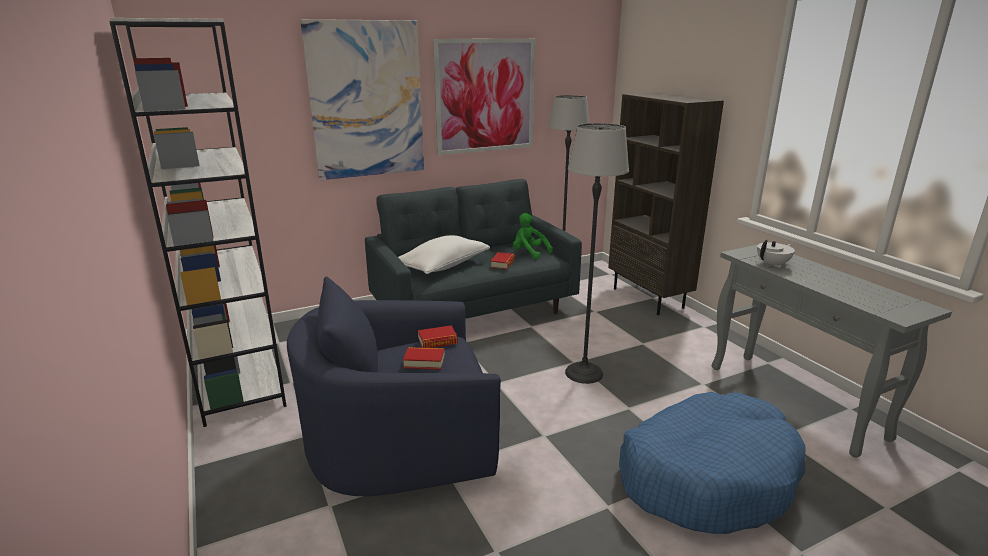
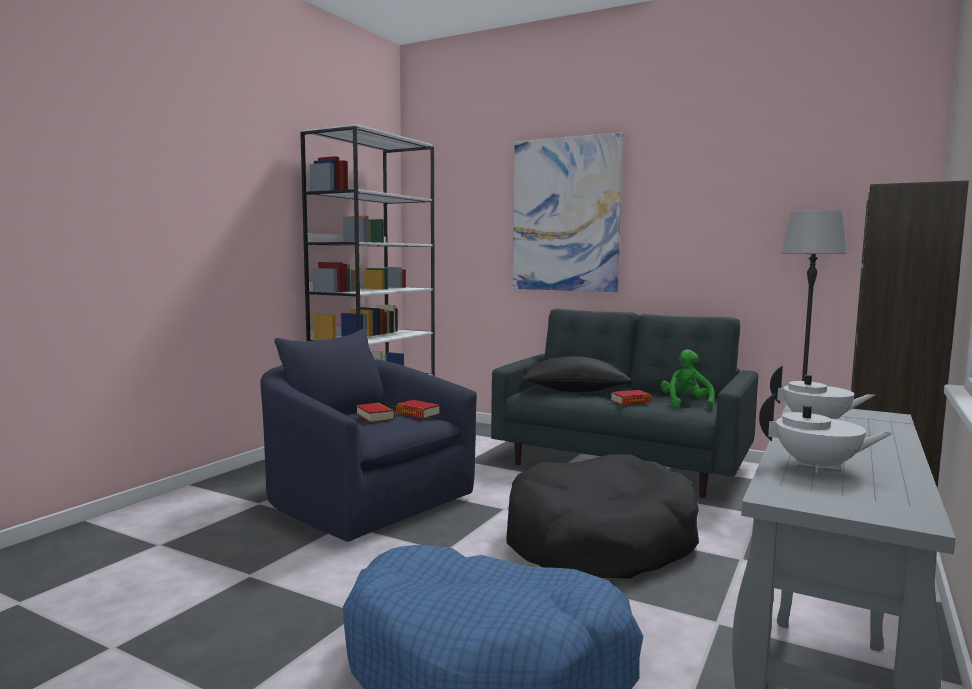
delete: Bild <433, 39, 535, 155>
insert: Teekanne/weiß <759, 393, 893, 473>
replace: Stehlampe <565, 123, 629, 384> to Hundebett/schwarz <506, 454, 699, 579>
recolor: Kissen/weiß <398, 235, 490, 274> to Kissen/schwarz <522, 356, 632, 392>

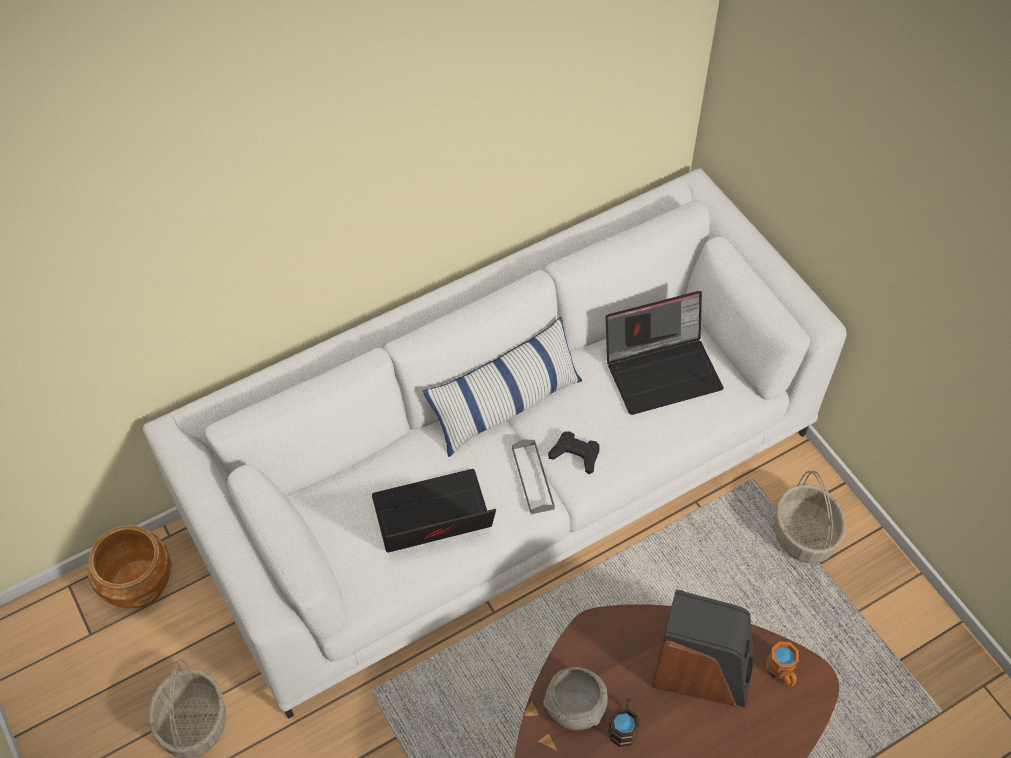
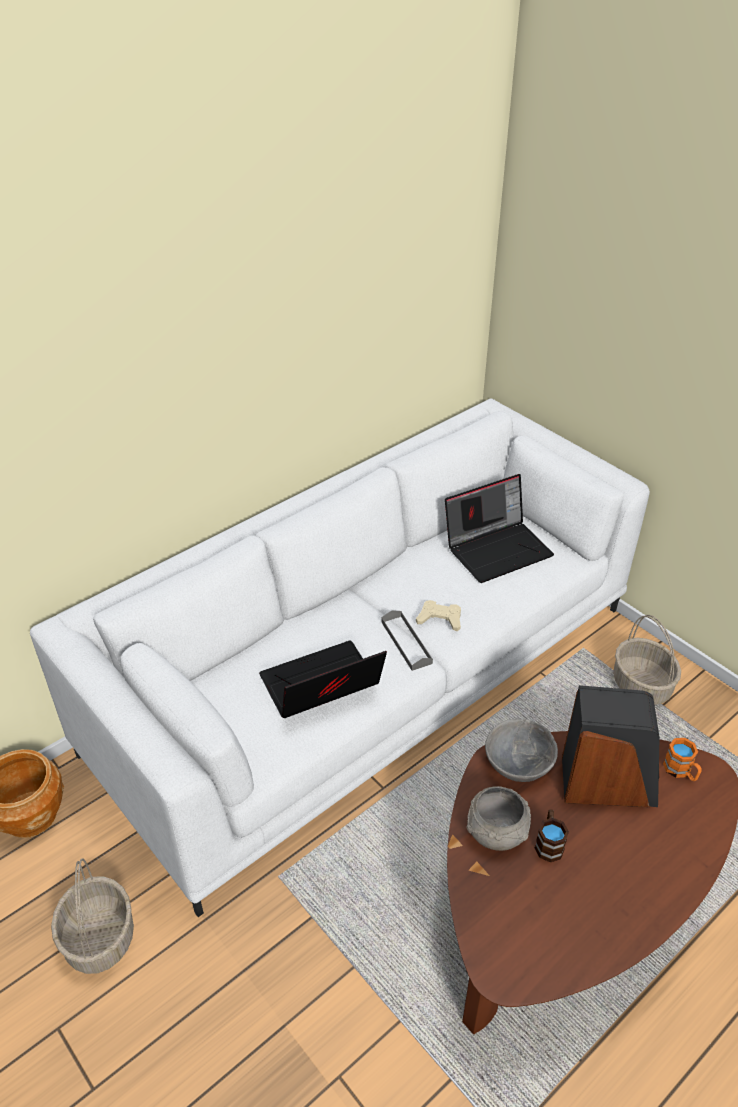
delete: Kissen <423, 317, 582, 457>
insert: Schüssel/grau <485, 719, 558, 782>
recolor: Gamepad/schwarz <548, 431, 600, 474> to Gamepad/beige <416, 600, 461, 631>

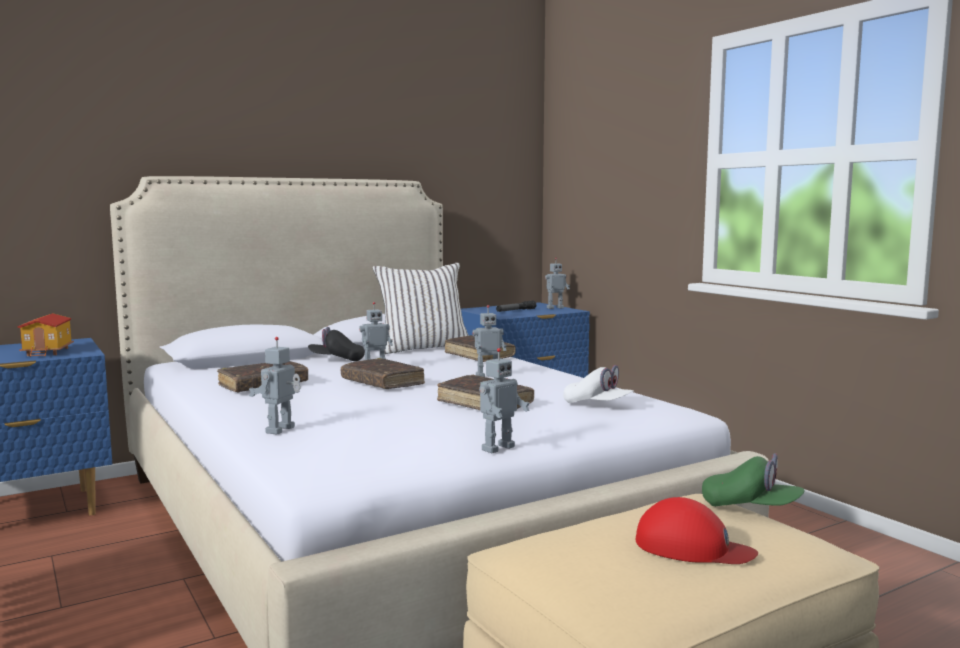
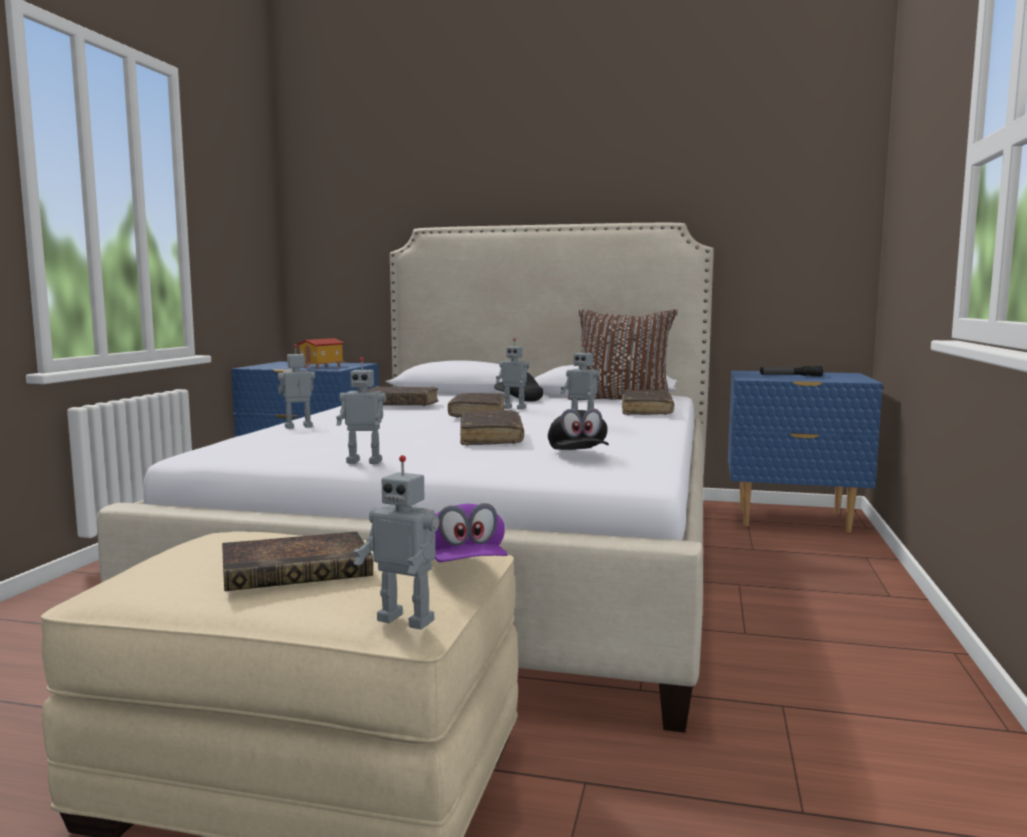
move: Spielzeugroboter <545, 258, 570, 309> to <353, 455, 439, 629>
replace: Kappe/rot <636, 497, 758, 564> to Buch <222, 532, 373, 591>
recolor: Kissen/weiß <373, 263, 469, 354> to Kissen/braun <568, 309, 678, 400>; Kappe/weiß <563, 365, 634, 403> to Kappe/schwarz <548, 408, 609, 450>; Kappe/grün <702, 453, 805, 506> to Kappe/lila <435, 503, 508, 562>

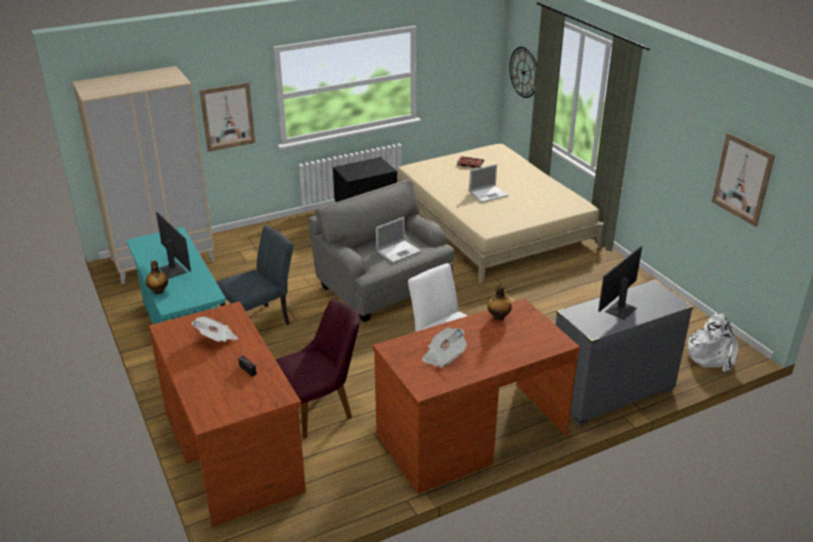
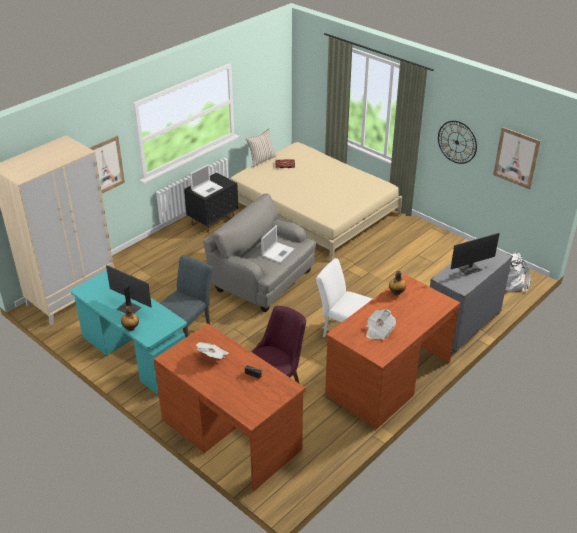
insert: Kissen/beige <246, 129, 277, 167>
move: Laptop <469, 164, 509, 202> to <190, 164, 223, 198>; Wanduhr <510, 47, 537, 98> to <438, 121, 477, 164>
rotate: Monitor <598, 246, 642, 320> = <451, 233, 500, 275> 135 degrees counterclockwise

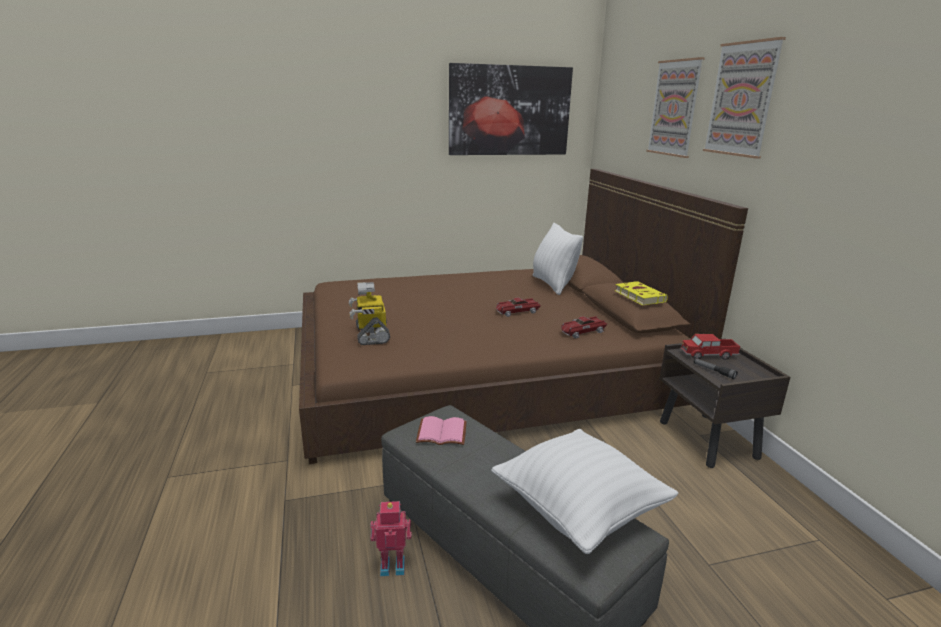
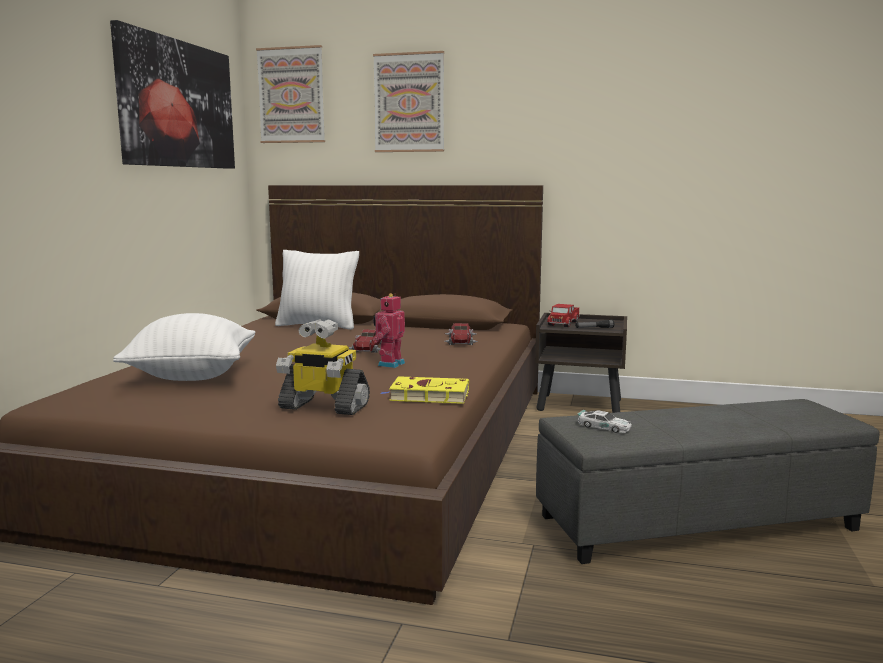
move: Spielzeugroboter <370, 501, 412, 576> to <373, 294, 405, 368>; Kissen/weiß <491, 429, 679, 554> to <113, 313, 255, 381>; Buch/gelb <615, 281, 668, 305> to <380, 376, 469, 404>; Bild <703, 37, 786, 159> to <256, 45, 325, 143>
replace: Buch/rosa <416, 416, 467, 445> to Spielzeugauto <577, 409, 632, 433>

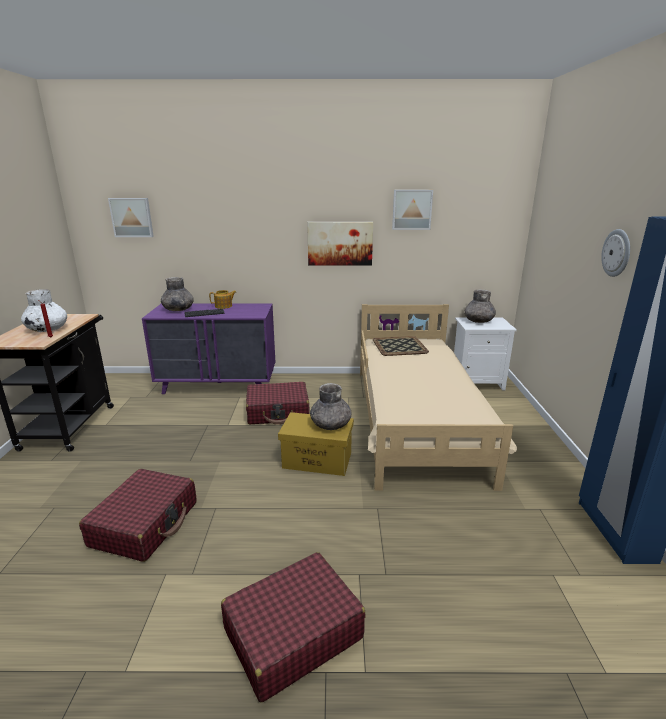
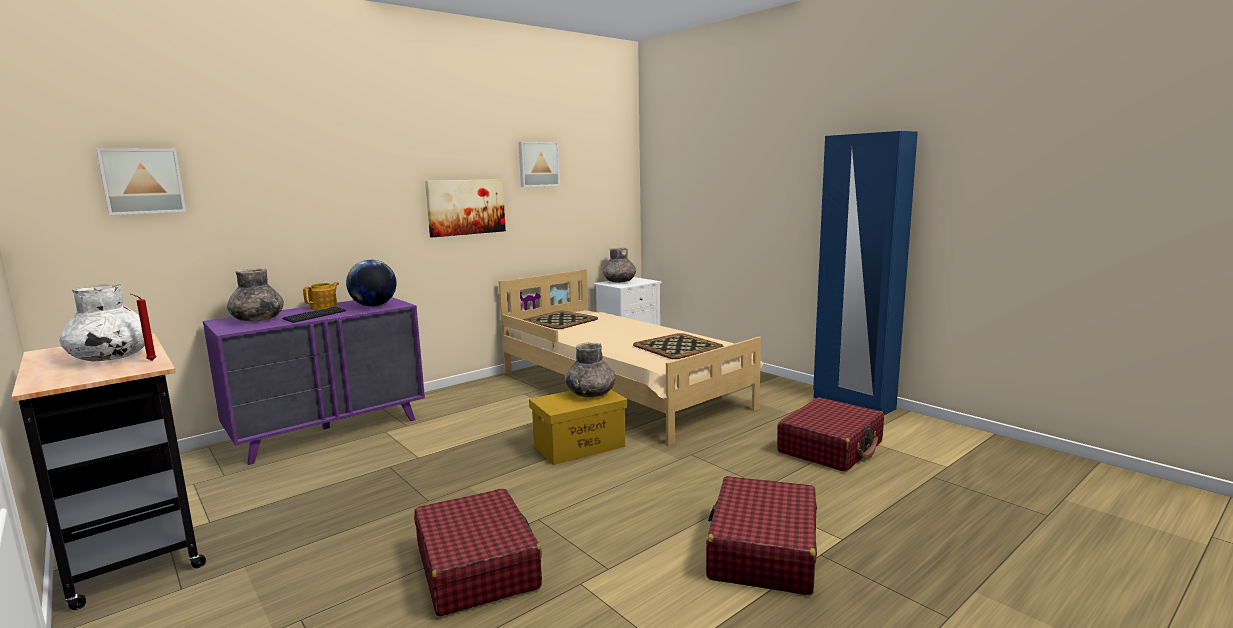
delete: Wanduhr <601, 229, 630, 277>
insert: Globus <346, 260, 396, 307>; Tablett <633, 333, 724, 359>
move: Koffer/rot <246, 382, 309, 425> to <777, 397, 884, 472>

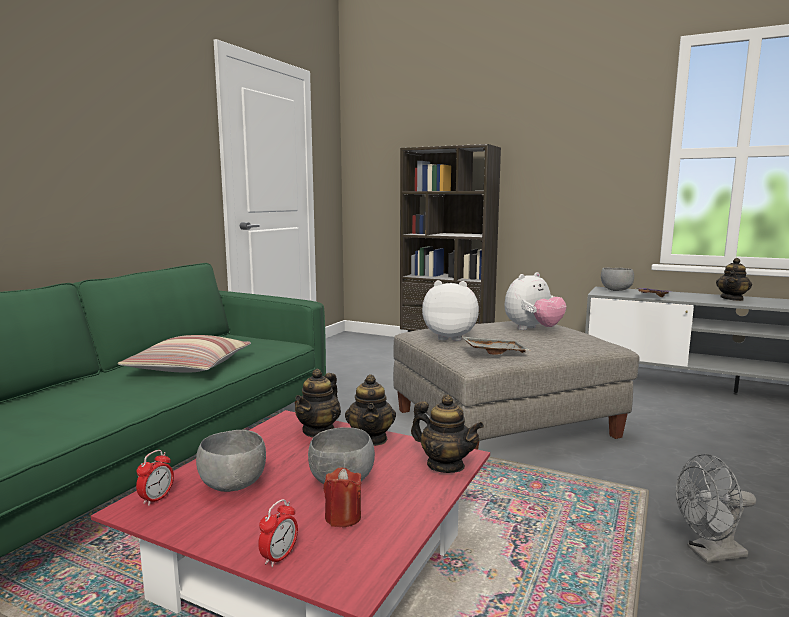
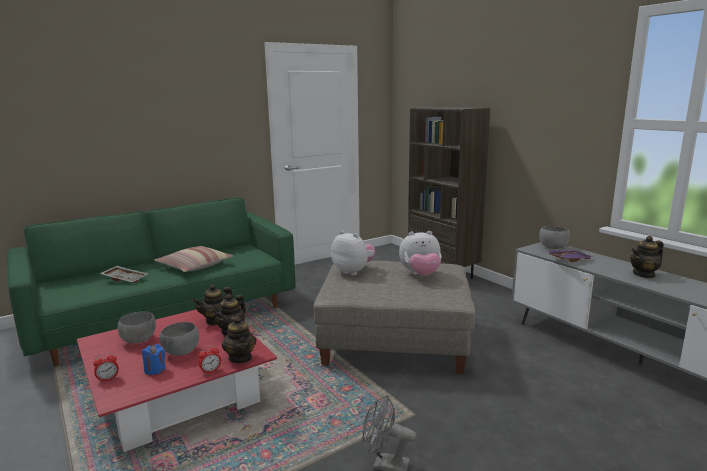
move: Wecker <136, 450, 174, 506> to <199, 345, 221, 375>; Tablett/grau <461, 336, 530, 354> to <99, 266, 148, 283>
recolor: Kerze/rot <324, 468, 361, 527> to Kerze/blau <142, 344, 165, 375>

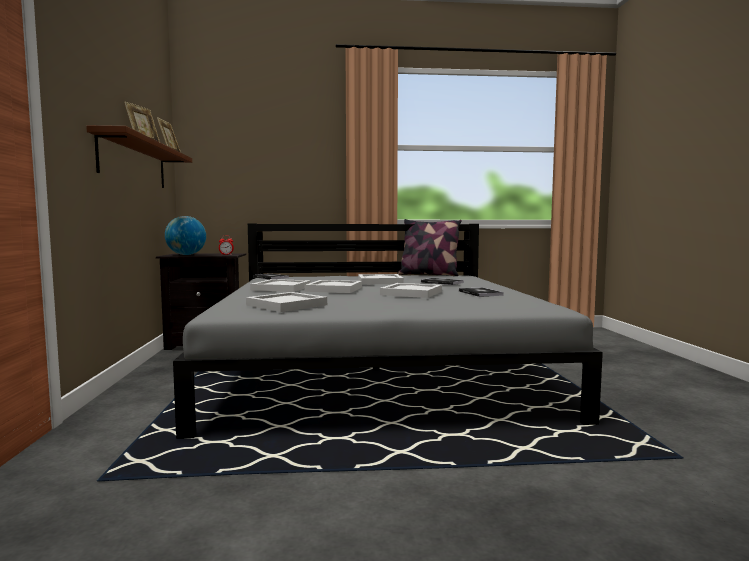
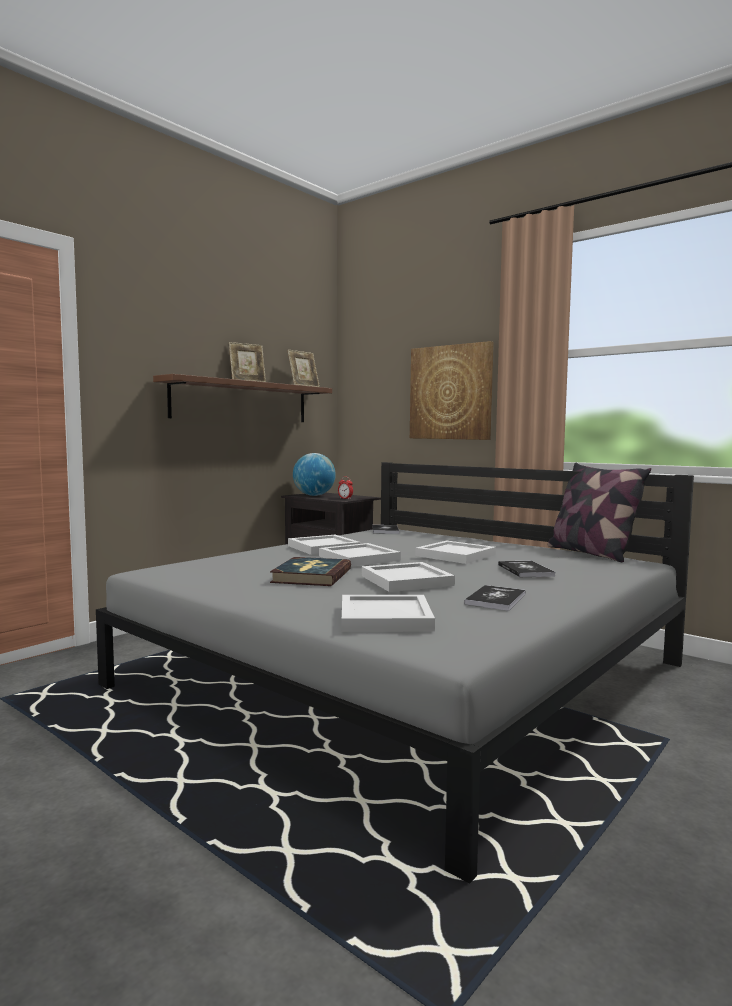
insert: Buch <270, 557, 351, 586>; Bild <410, 341, 494, 440>
move: Tablett/weiß <246, 292, 327, 312> to <342, 595, 435, 632>

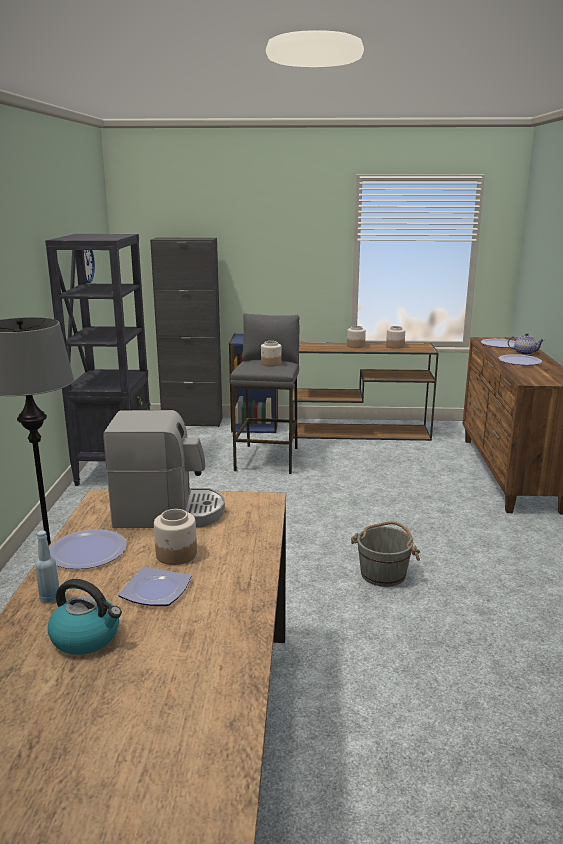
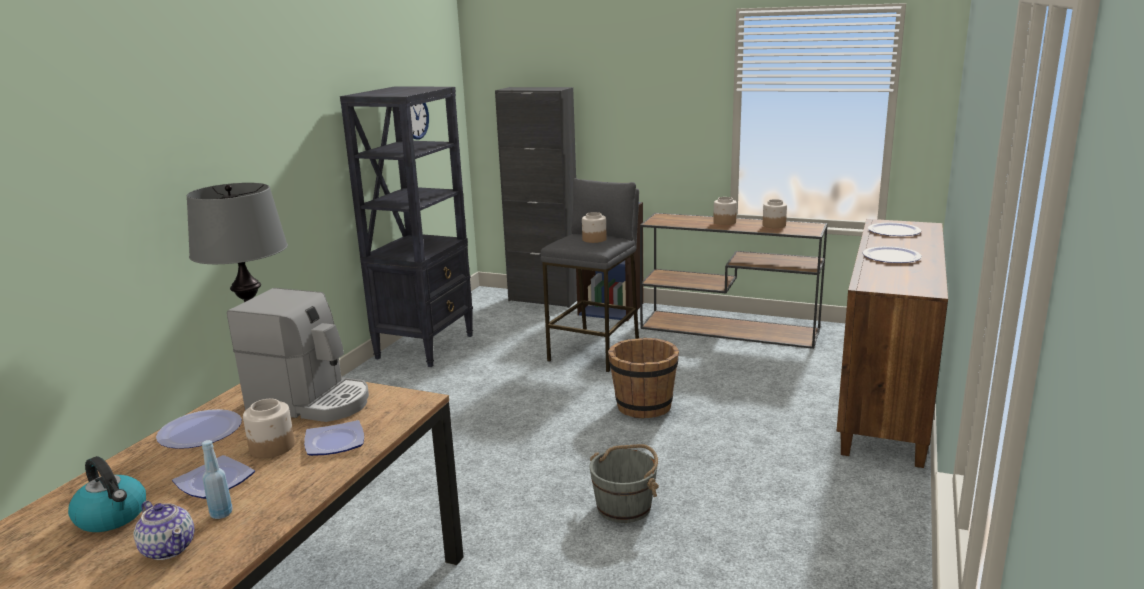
insert: Teller <304, 420, 364, 456>; Eimer/braun <608, 338, 679, 418>
move: Flasche/blau <35, 531, 59, 603> to <202, 440, 233, 519>; Teekanne <508, 333, 544, 355> to <134, 501, 194, 560>

